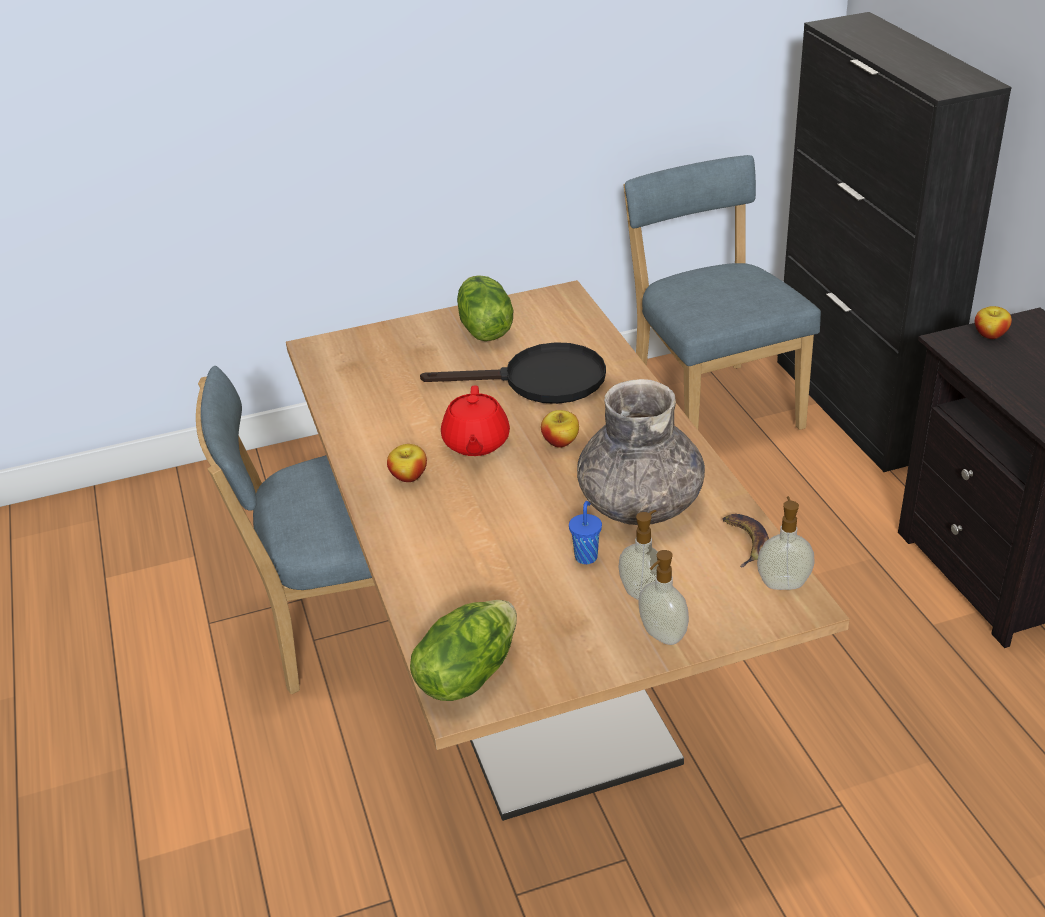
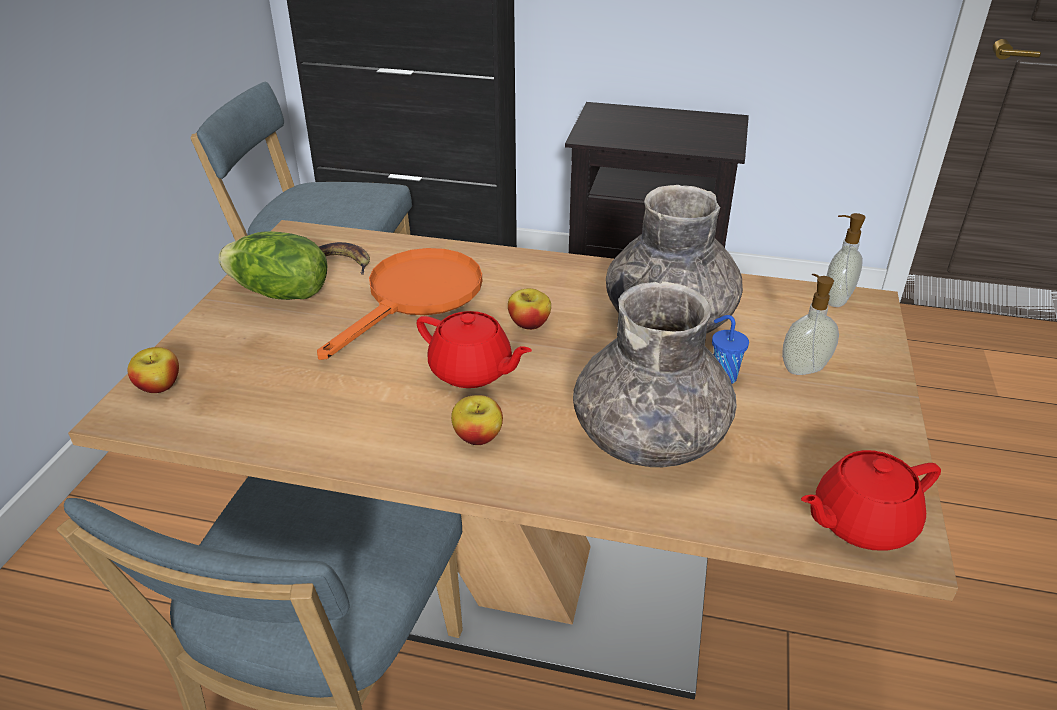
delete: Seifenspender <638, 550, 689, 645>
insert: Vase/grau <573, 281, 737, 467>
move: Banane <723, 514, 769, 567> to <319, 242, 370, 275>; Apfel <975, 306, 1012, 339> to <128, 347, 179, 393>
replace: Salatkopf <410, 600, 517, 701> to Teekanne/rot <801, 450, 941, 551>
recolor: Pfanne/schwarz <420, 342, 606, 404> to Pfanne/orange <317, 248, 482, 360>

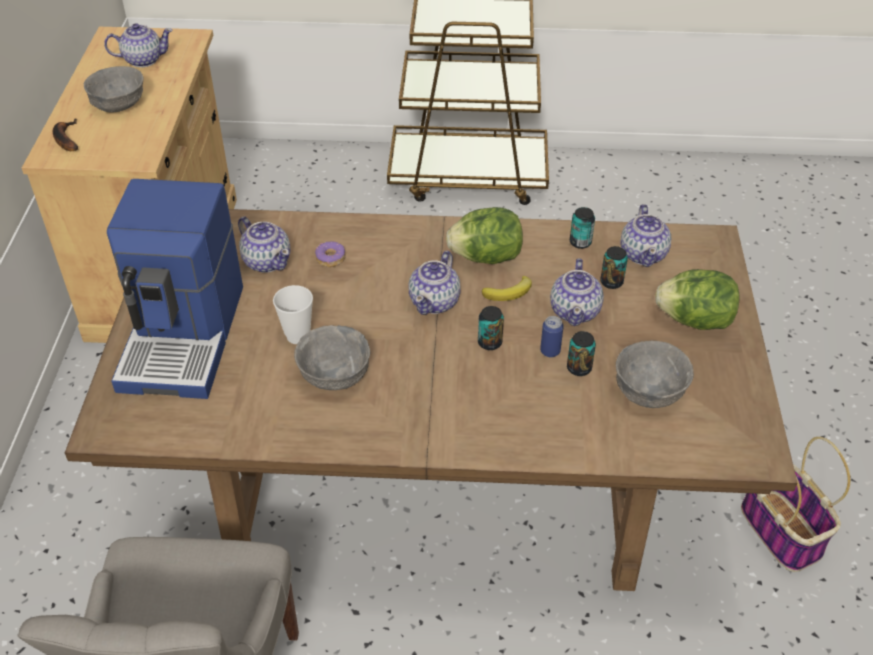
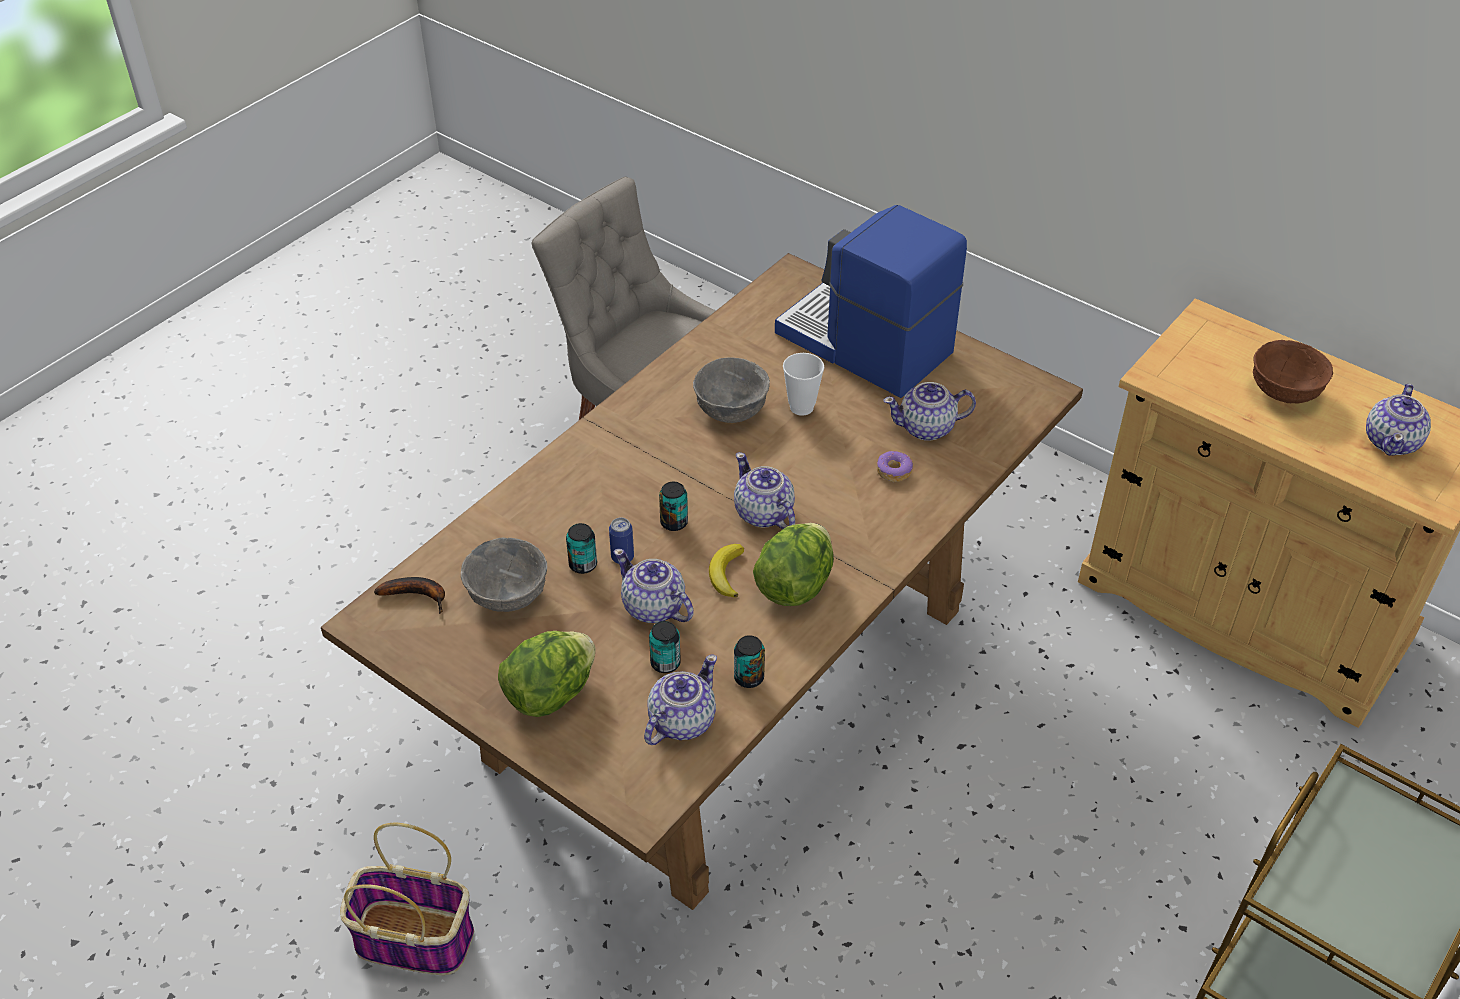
move: Banane <53, 119, 78, 151> to <374, 577, 445, 614>
recolor: Schüssel/grau <84, 66, 144, 113> to Schüssel/braun <1253, 340, 1333, 403>
rotate: Teekanne <620, 204, 671, 267> = <644, 654, 717, 745> 90 degrees clockwise

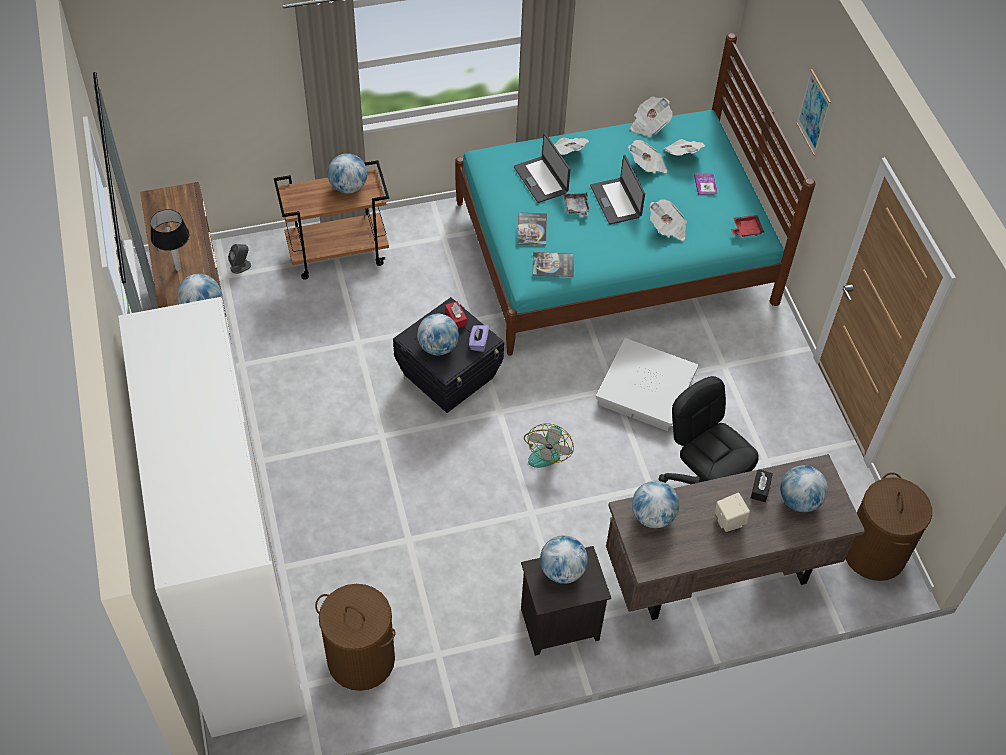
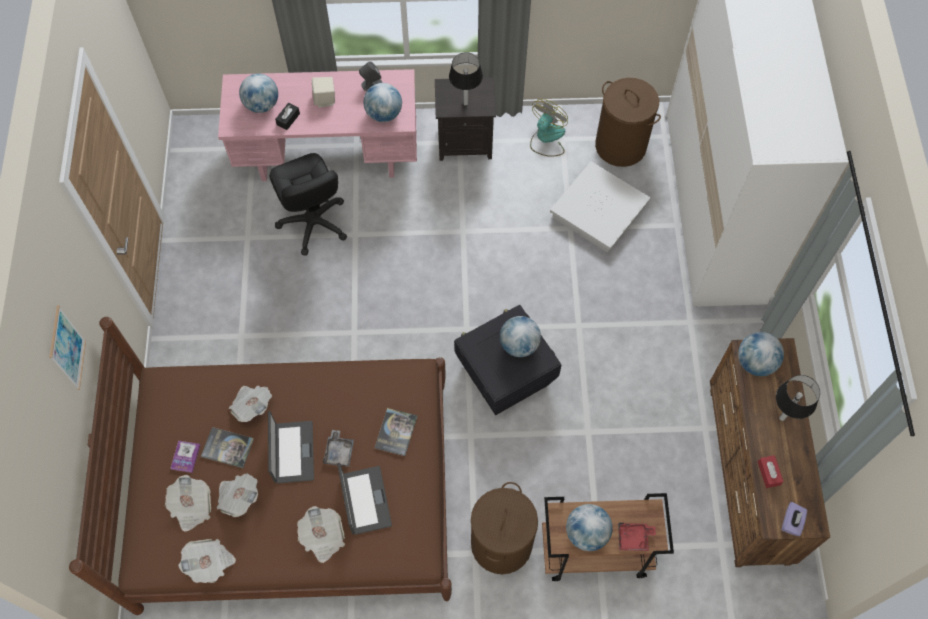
move: Lautsprecher/grau <228, 244, 251, 274> to <359, 61, 382, 91>; Taschentuchbox/rot <445, 301, 467, 328> to <758, 455, 784, 488>; Taschentuchbox/lila <469, 325, 489, 352> to <781, 502, 807, 536>; Ventilator <524, 423, 574, 468> to <530, 99, 568, 157>; Buch <532, 252, 574, 277> to <201, 427, 254, 468>; Aufbewahrungsbox/weiß <596, 338, 698, 431> to <550, 161, 650, 253>; Tablett/rot <731, 215, 765, 237> to <618, 522, 656, 551>; Wäschekorb/braun <845, 472, 932, 581> to <471, 482, 538, 574>
replace: Globus <540, 535, 588, 584> to Tischlampe <449, 52, 483, 106>
recolor: Bett/türkis <455, 33, 816, 356> to Bett/braun <69, 317, 452, 615>; Schreibtisch/braun <606, 454, 865, 620> to Schreibtisch/rosa <218, 69, 417, 181>

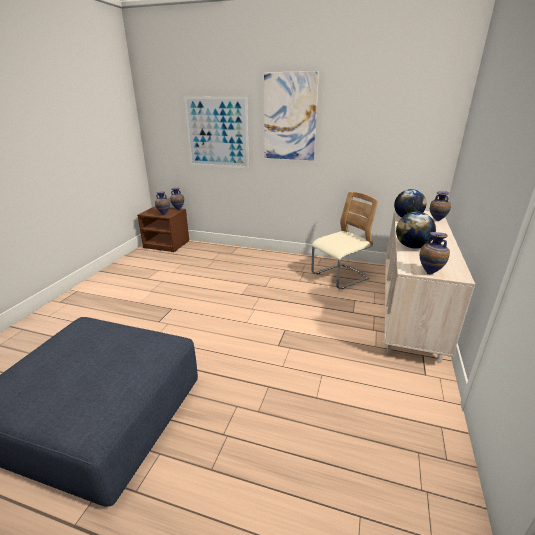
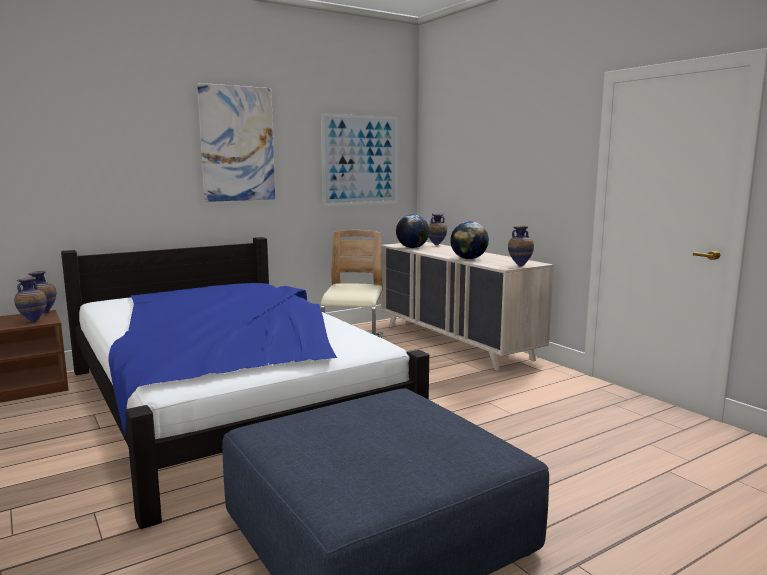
insert: Bett <61, 237, 429, 529>
move: Bild <184, 97, 249, 169> to <321, 113, 398, 206>

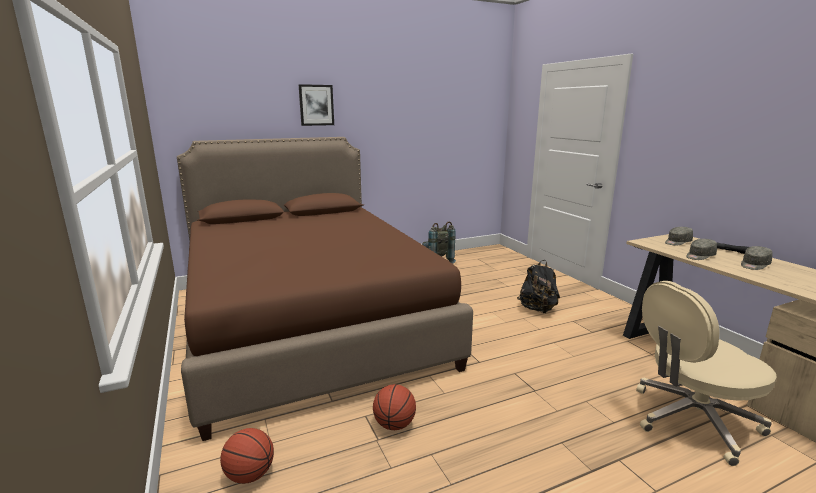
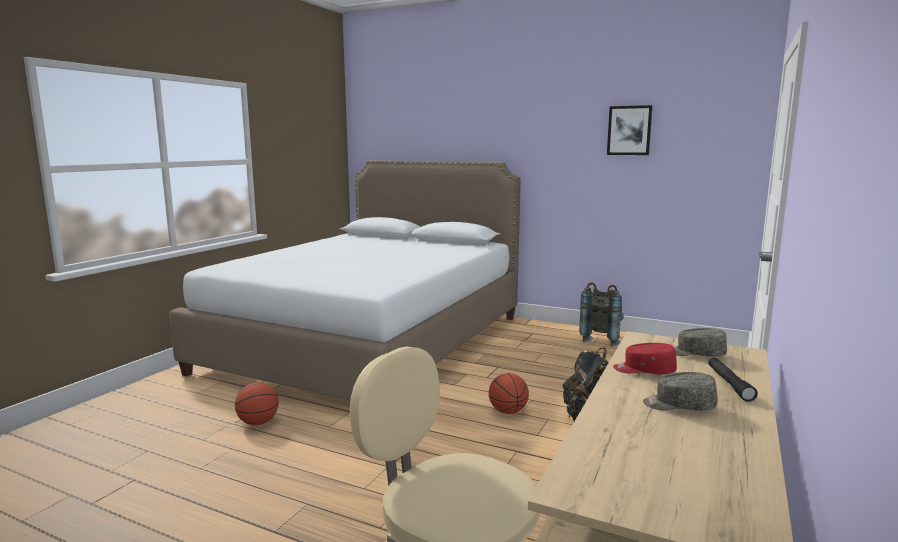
move: Basketball <220, 428, 274, 484> to <489, 373, 529, 414>; Bild <299, 84, 334, 126> to <607, 105, 653, 155>
recolor: Bett/braun <177, 137, 473, 441> to Bett/weiß <169, 160, 521, 400>; Kappe/grau <686, 239, 717, 260> to Kappe/rot <613, 343, 677, 374>

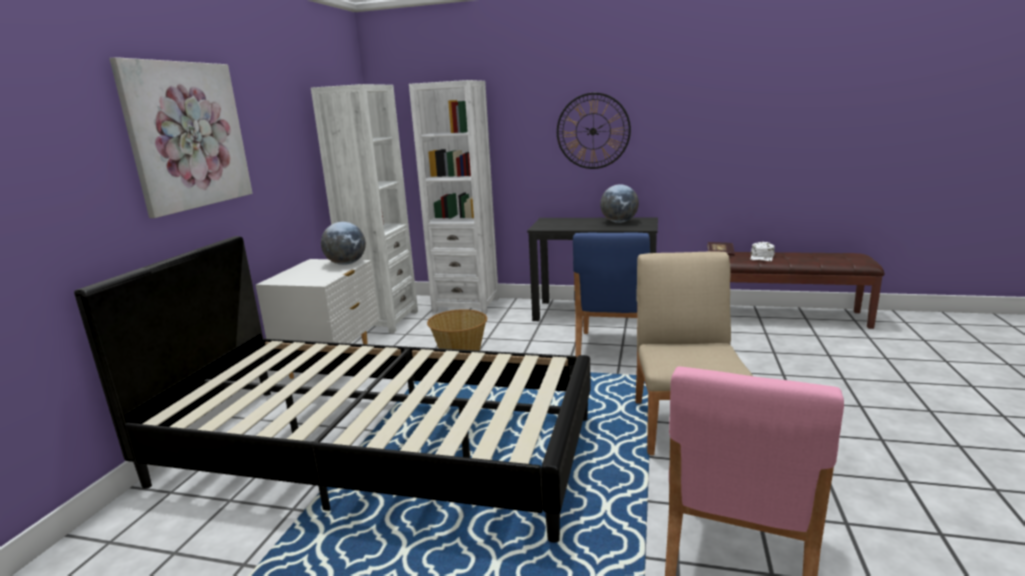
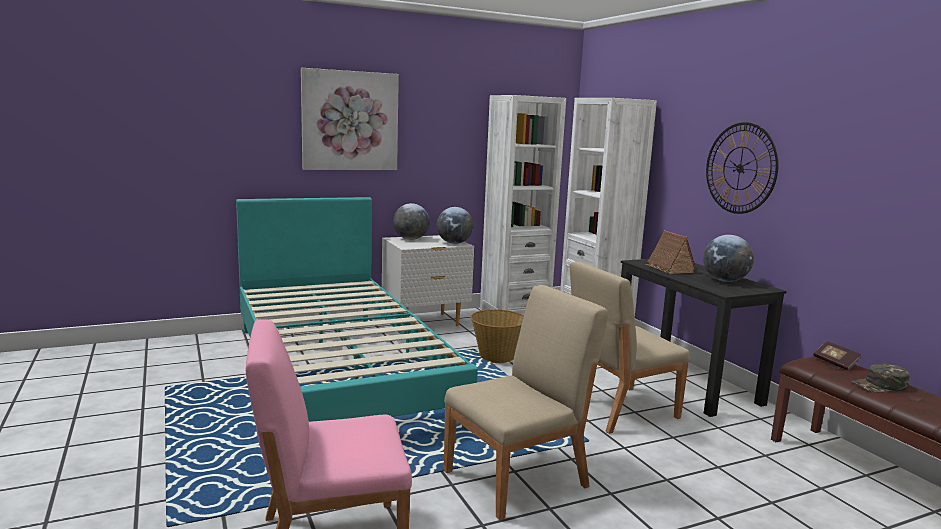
insert: Globus <393, 203, 430, 240>; Spielzeughaus <645, 230, 696, 274>
recolor: Bett/schwarz <74, 236, 591, 543> to Bett/türkis <236, 197, 478, 430>; Stuhl/blau <573, 233, 650, 357> to Stuhl/beige <570, 262, 690, 434>; Kappe/weiß <751, 242, 775, 261> to Kappe/grün <851, 363, 910, 393>

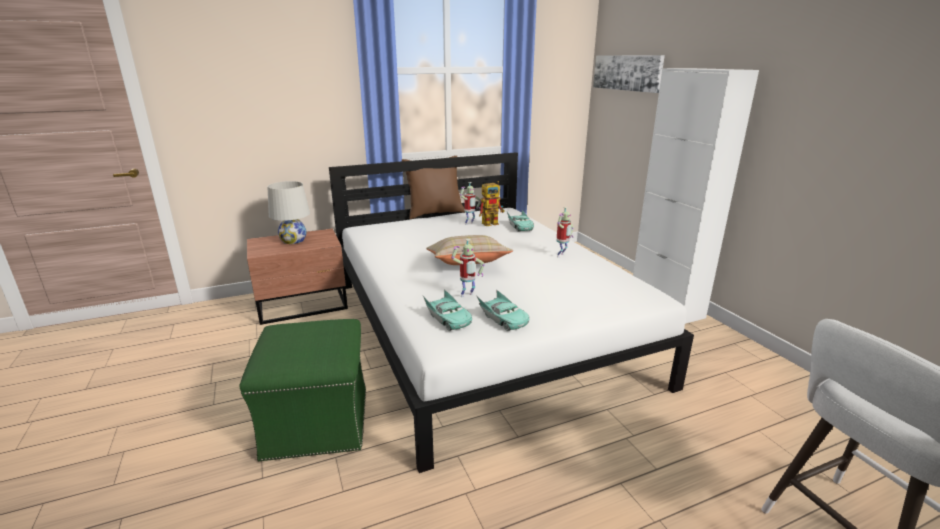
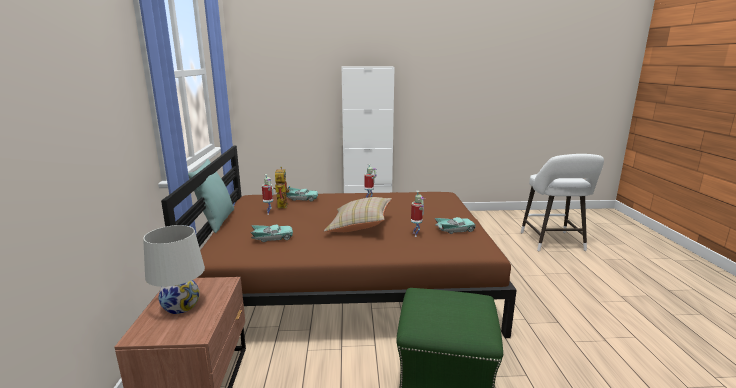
delete: Bild <593, 55, 665, 93>
move: Spielzeugauto/türkis <423, 289, 472, 331> to <250, 225, 293, 242>
recolor: Bett/weiß <329, 152, 694, 473> to Bett/braun <161, 145, 517, 338>; Kissen/braun <402, 156, 465, 219> to Kissen/türkis <188, 159, 234, 233>

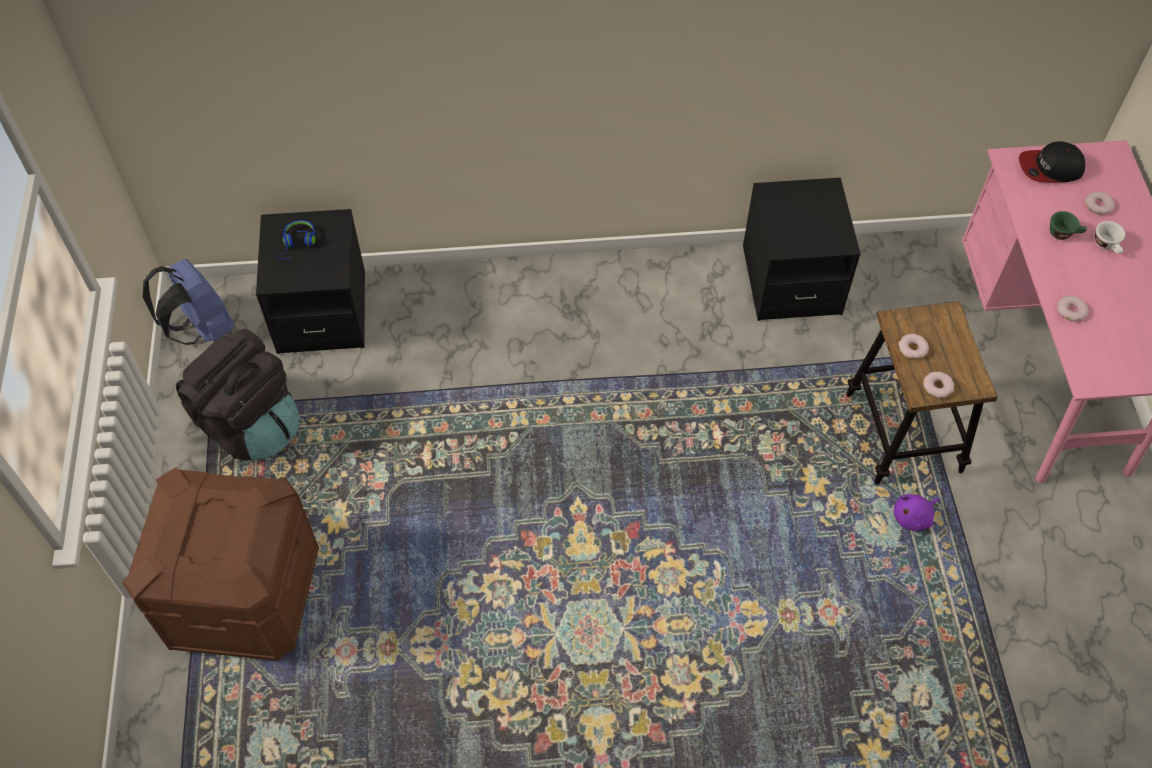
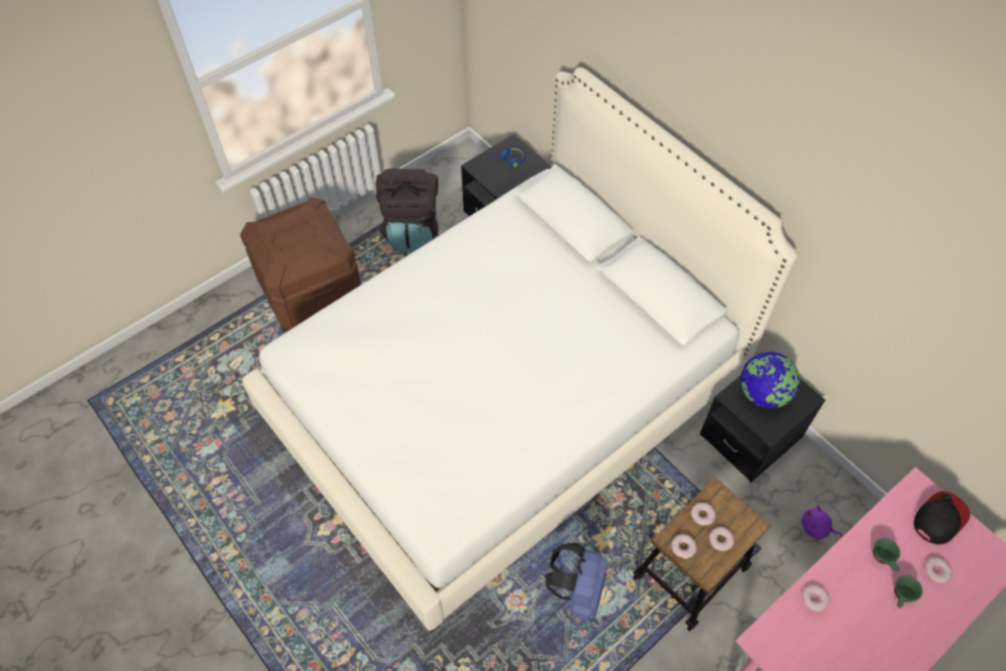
insert: Bett/weiß <242, 67, 798, 632>; Donut <709, 527, 734, 551>; Globus <741, 352, 800, 408>
move: Rucksack/blau <143, 259, 234, 345> to <545, 542, 608, 622>; Plüschtier/lila <894, 494, 940, 532> to <801, 505, 842, 540>
recolor: Tasse/weiß <1095, 221, 1125, 254> to Tasse/grün <894, 575, 923, 608>
rotate: Kappe <1019, 141, 1085, 183> = <914, 491, 970, 544> 90 degrees clockwise

